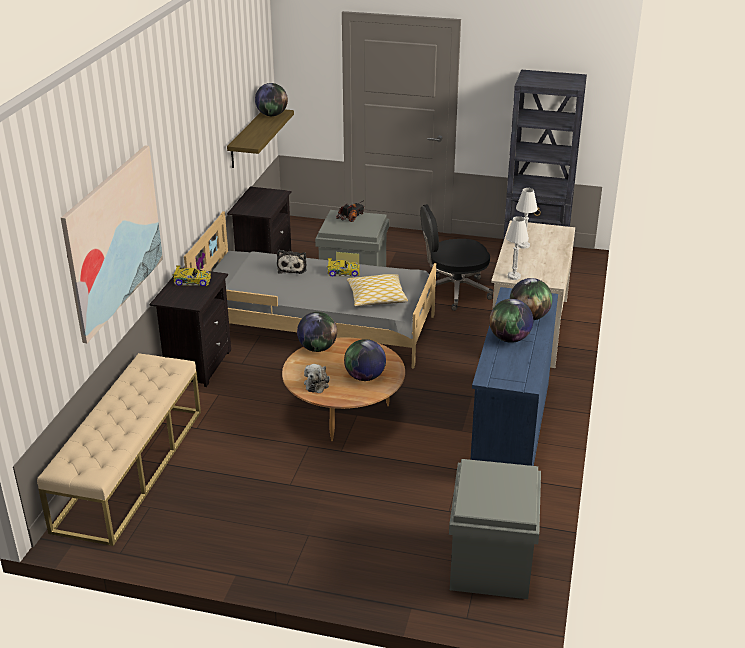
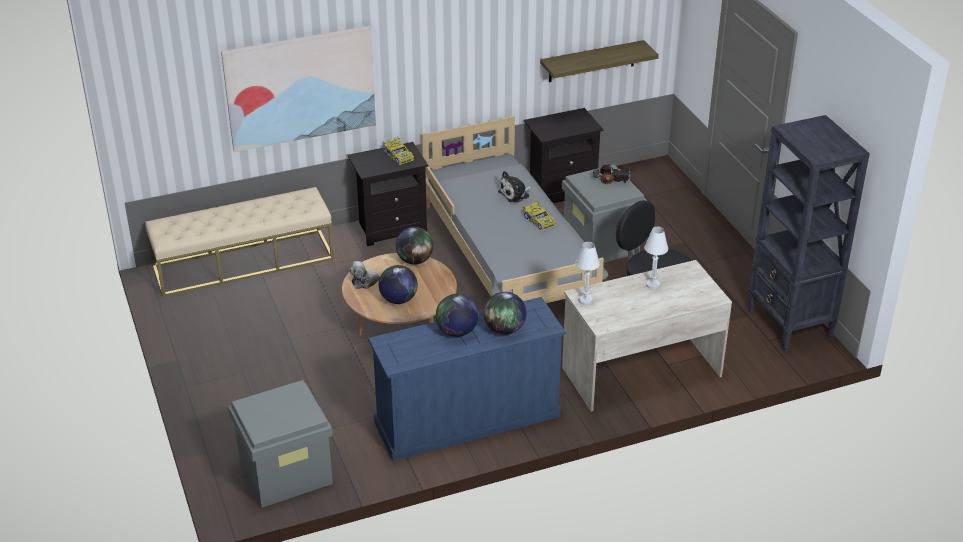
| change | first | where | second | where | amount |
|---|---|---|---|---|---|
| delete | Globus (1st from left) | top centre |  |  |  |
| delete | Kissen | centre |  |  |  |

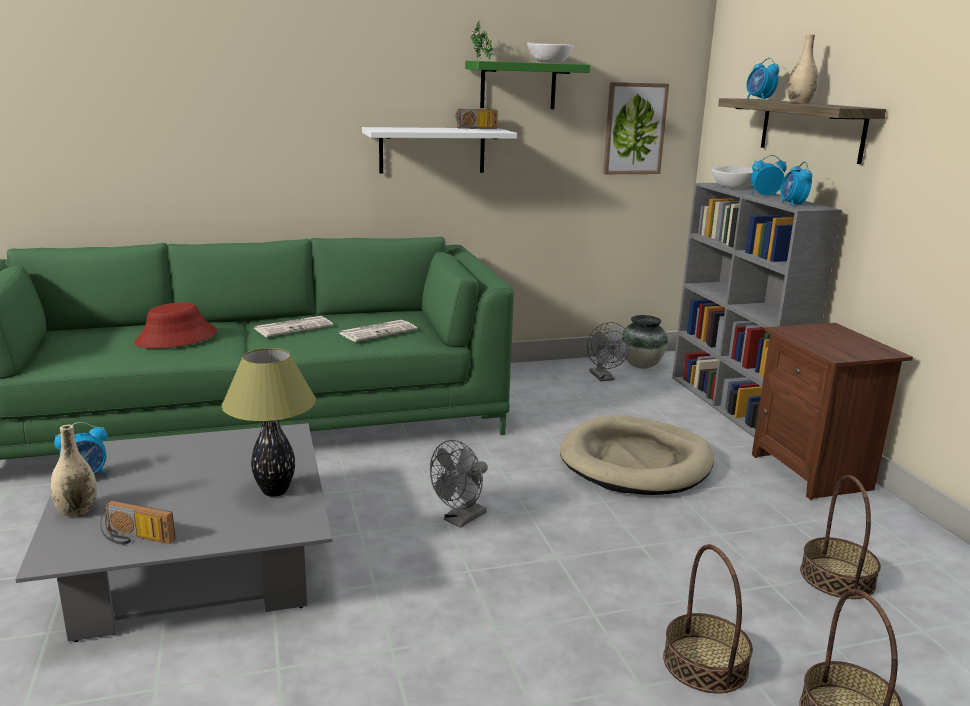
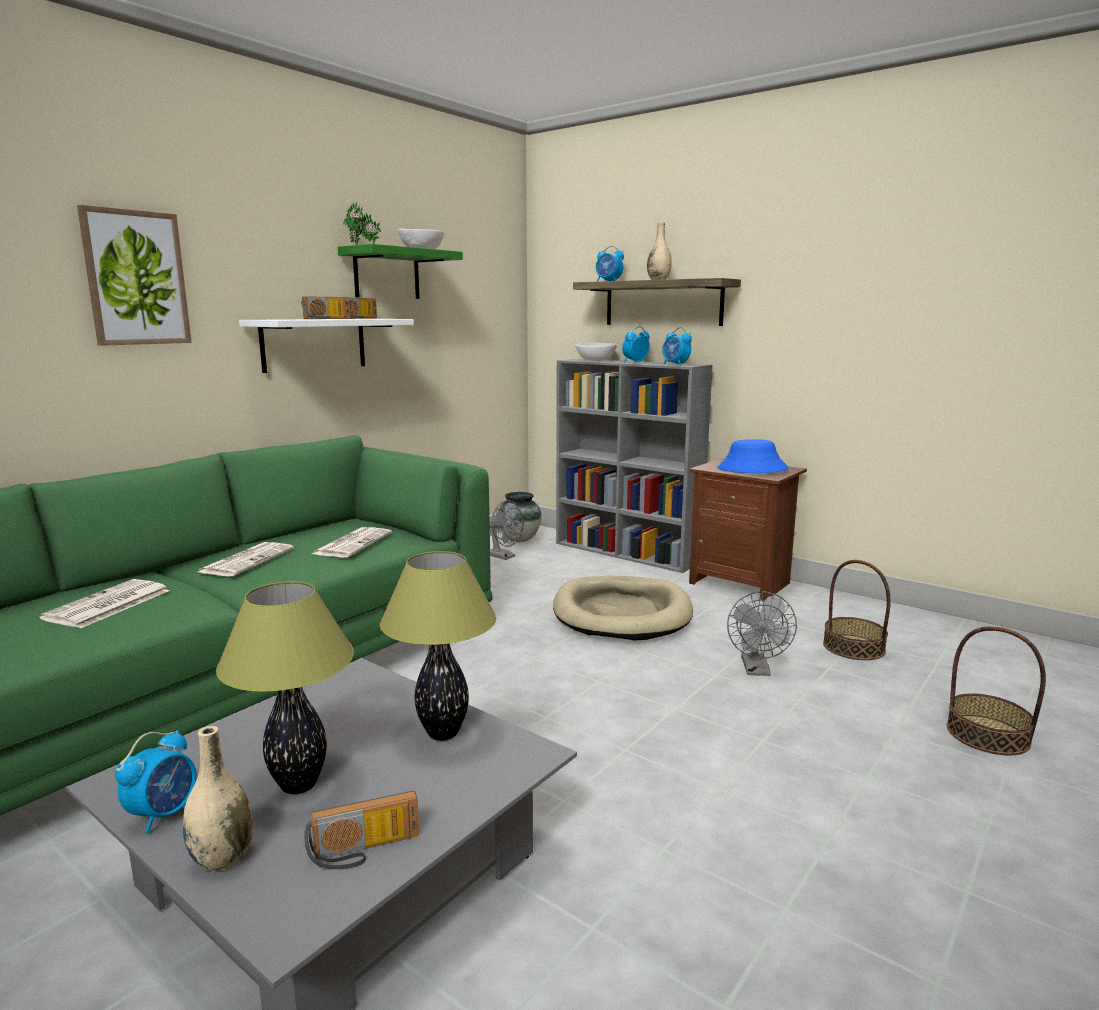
| change | first | where | second | where | amount |
|---|---|---|---|---|---|
| replace | Hut (rot) | middle left | Zeitung (1st from left) | middle left |  |
| move | Bild | top centre |  | top left |  |
| insert |  |  | Tischlampe (1st from left) | bottom left |  |
| insert |  |  | Radio (1st from left) | top left |  |
| insert |  |  | Hut (blau) | middle right |  |
| move | Ventilator (grau) (1st from left in the first image) | bottom centre | Ventilator (grau) (2nd from left) | middle right |  |
| delete | Korb (1st from left) | bottom right |  |  |  |

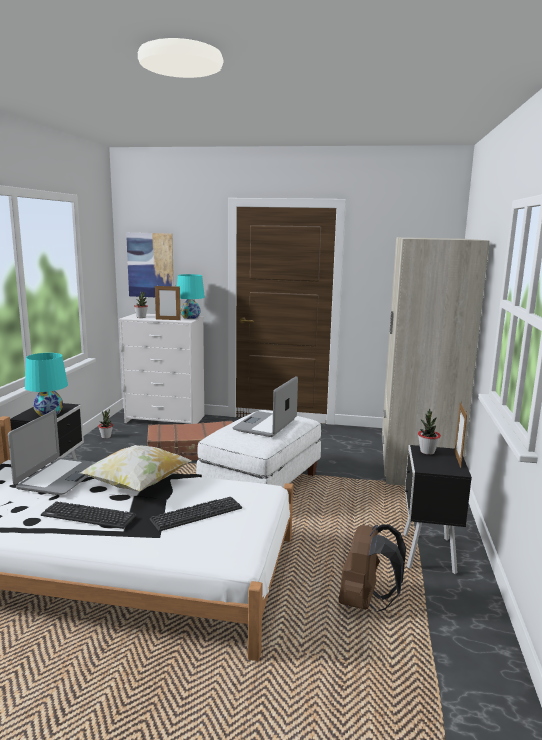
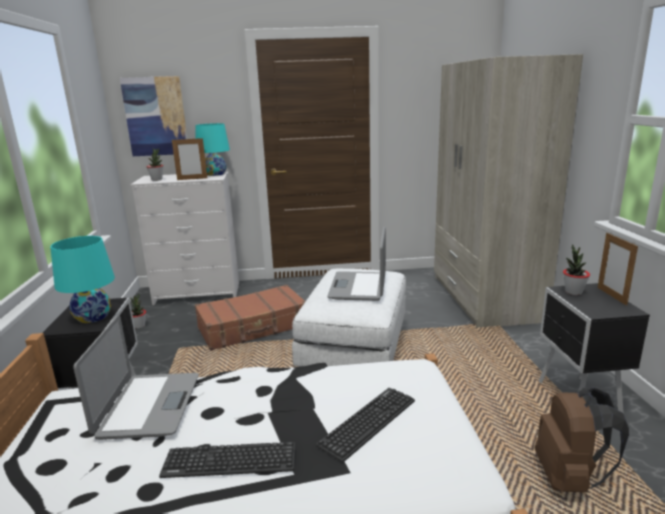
| change | first | where | second | where | amount |
|---|---|---|---|---|---|
| delete | Kissen | middle left |  |  |  |

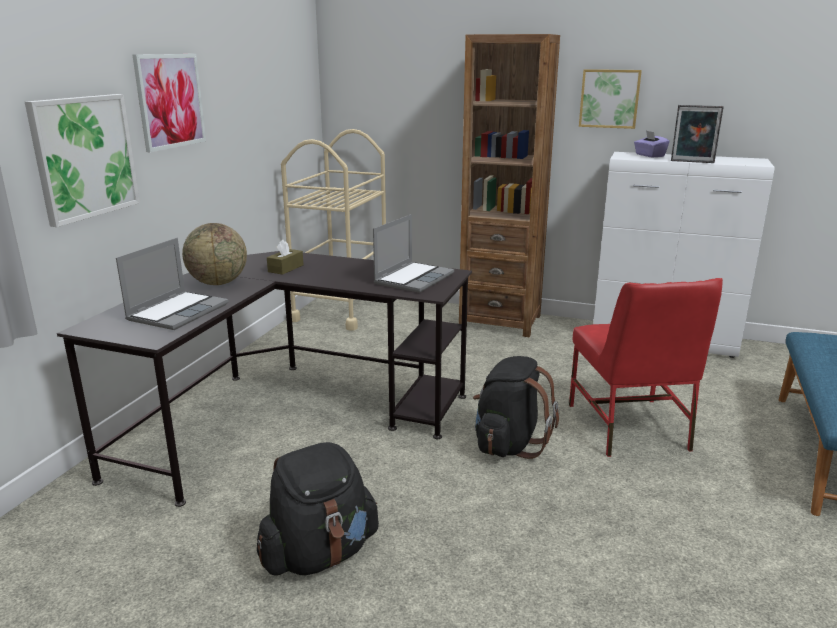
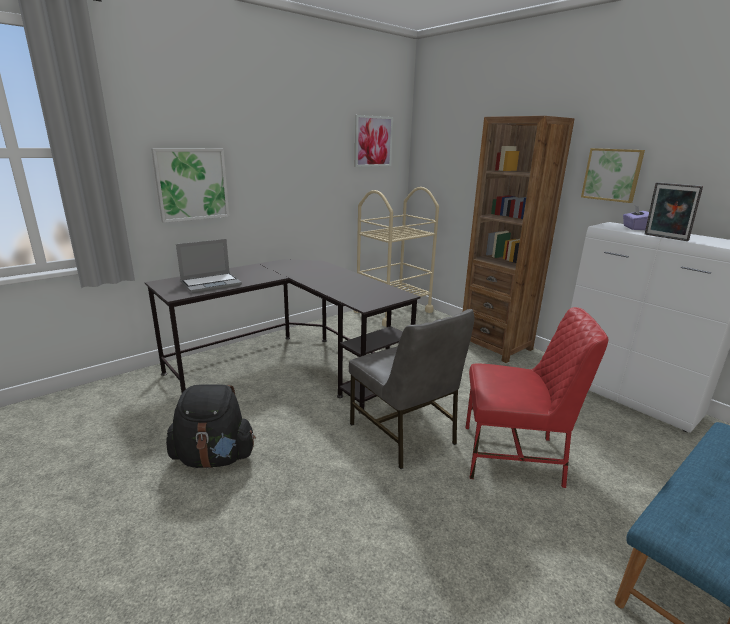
| change | first | where | second | where | amount |
|---|---|---|---|---|---|
| replace | Rucksack (schwarz) (2nd from left) | centre | Stuhl (grau) | centre |  |
| move | Bild (2nd from left) | top left |  | top centre |  |
| rotate | Stuhl (rot) | middle right |  | middle right | 105 degrees counterclockwise |
| delete | Globus | middle left |  |  |  |
| delete | Taschentuchbox (braun) | centre |  |  |  |
| delete | Laptop (2nd from left) | centre |  |  |  |

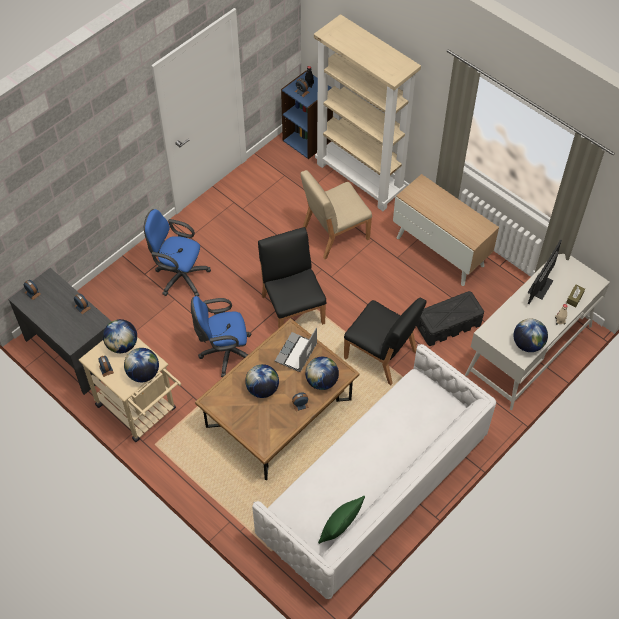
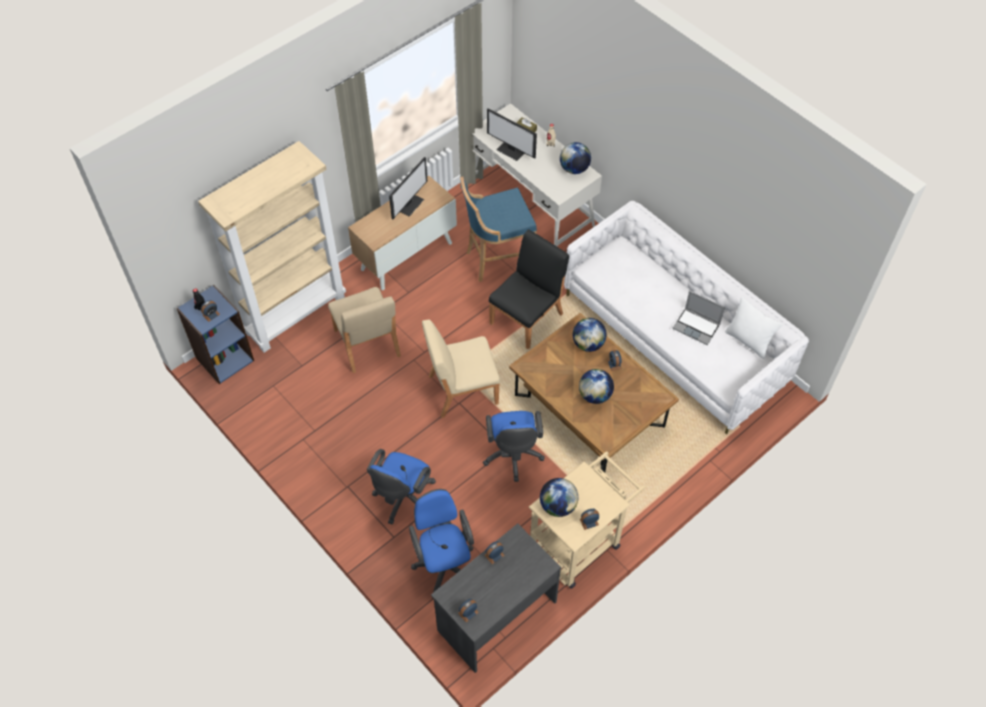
| change | first | where | second | where | amount |
|---|---|---|---|---|---|
| insert |  |  | Monitor (1st from left) | top centre |  |
| insert |  |  | Bürostuhl (blau) (2nd from left) | bottom centre |  |
| recolor | Stuhl (schwarz) (1st from left) | centre | Stuhl (beige) (2nd from left) | centre |  |
| replace | Aufbewahrungsbox (schwarz) | middle right | Hocker (blau) | top centre |  |
| move | Laptop | centre |  | middle right |  |
| recolor | Kissen (grün) | bottom centre | Kissen (weiß) | middle right |  |
| delete | Globus (2nd from left) | middle left |  |  |  |

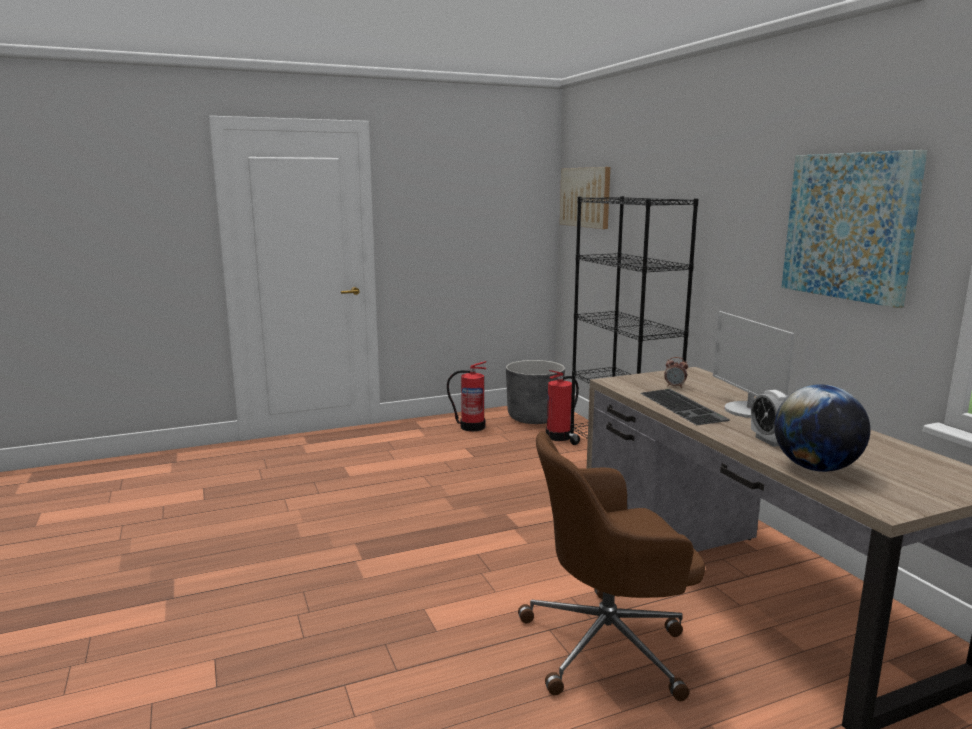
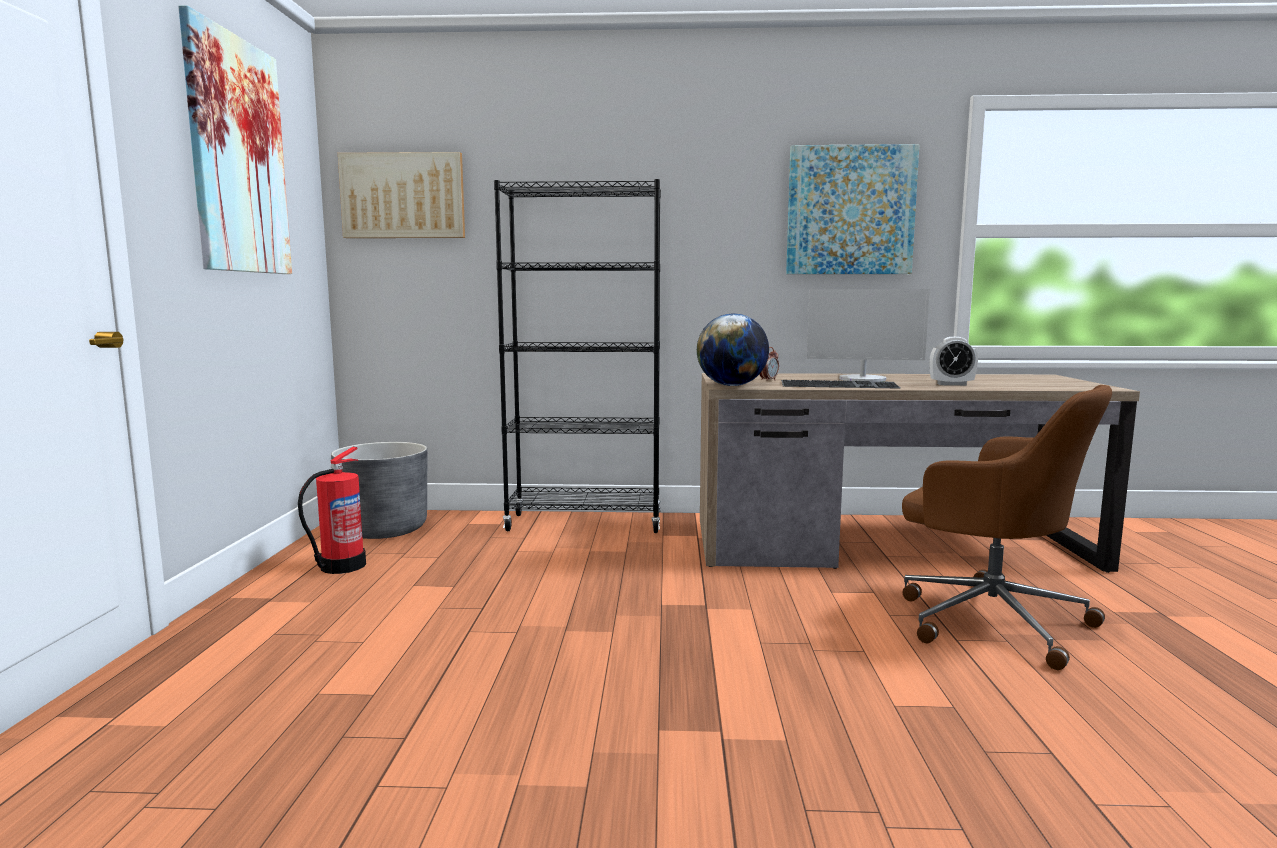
| change | first | where | second | where | amount |
|---|---|---|---|---|---|
| insert |  |  | Bild (1st from left) | top left |  |
| move | Globus | middle right |  | centre |  |
| rotate | Bürostuhl (braun) | bottom centre |  | middle right | 60 degrees counterclockwise |
| delete | Feuerlöscher (2nd from left) | centre |  |  |  |

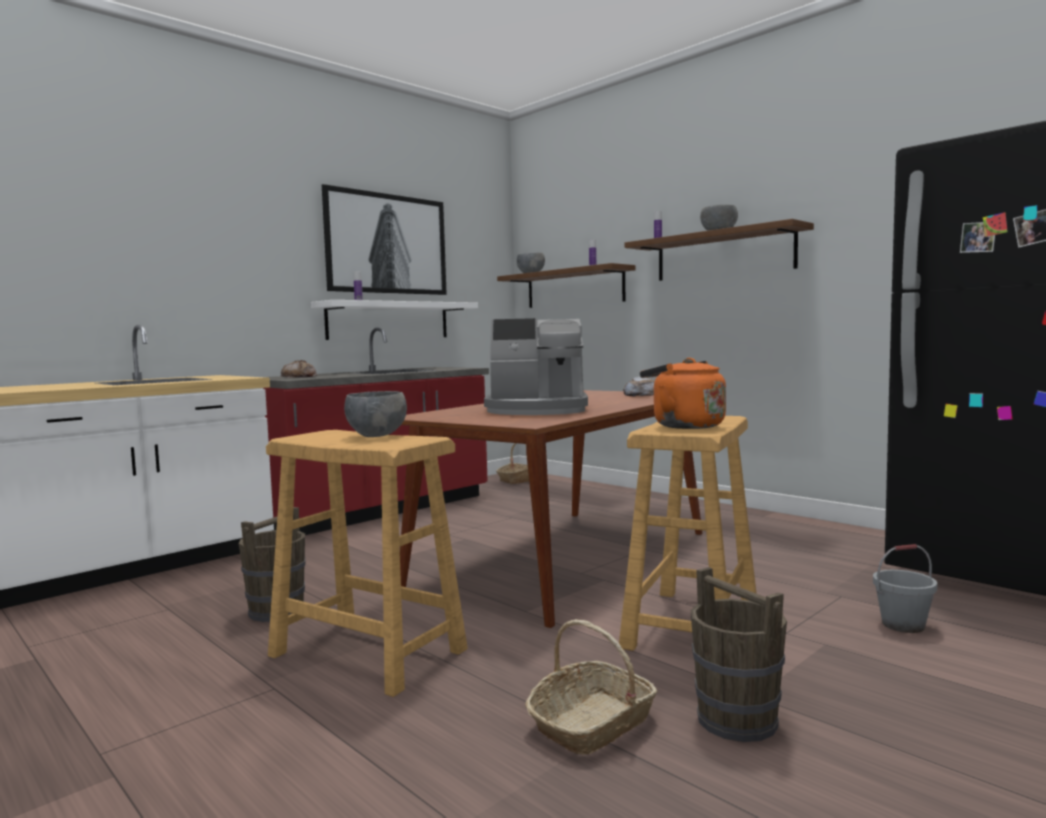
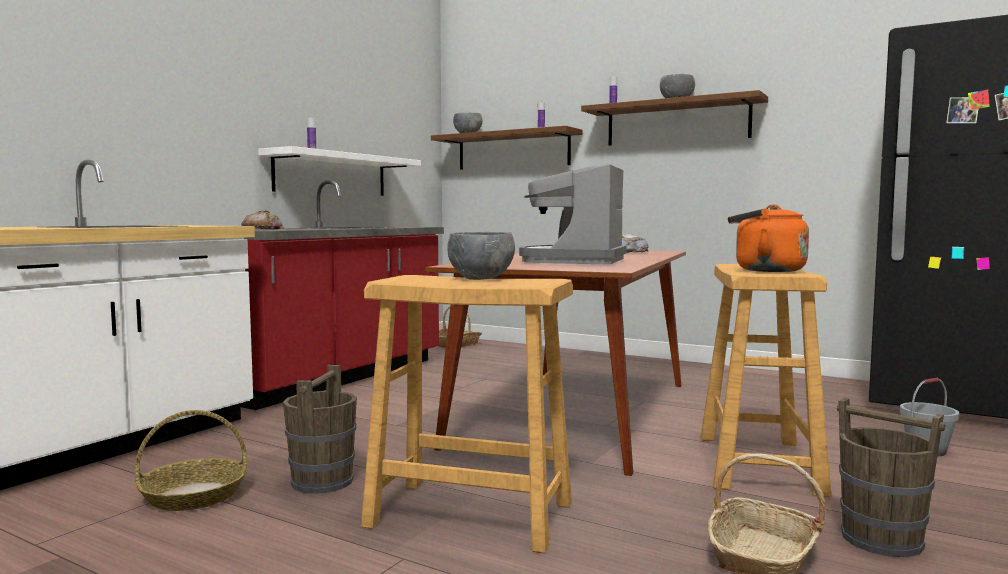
| change | first | where | second | where | amount |
|---|---|---|---|---|---|
| insert |  |  | Korb (1st from left) | bottom left |  |
| rotate | Kaffeemaschine | centre |  | centre | 120 degrees clockwise |
| delete | Bild | top centre |  |  |  |

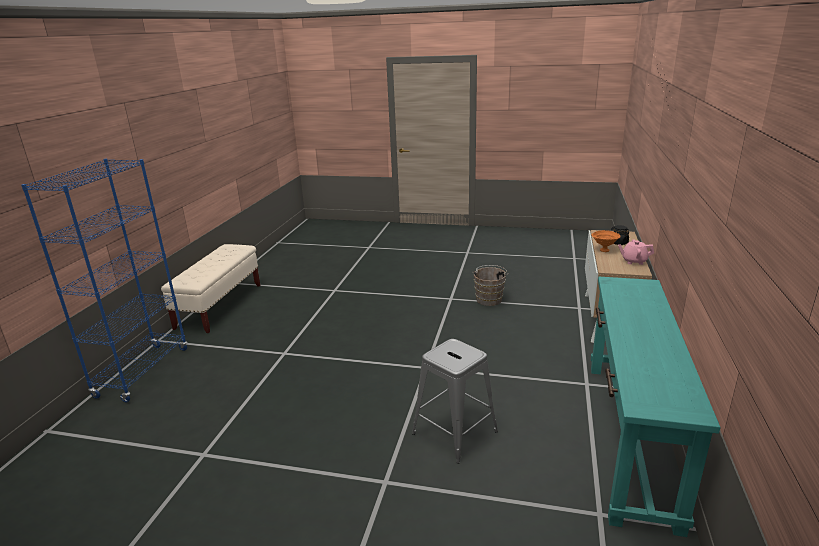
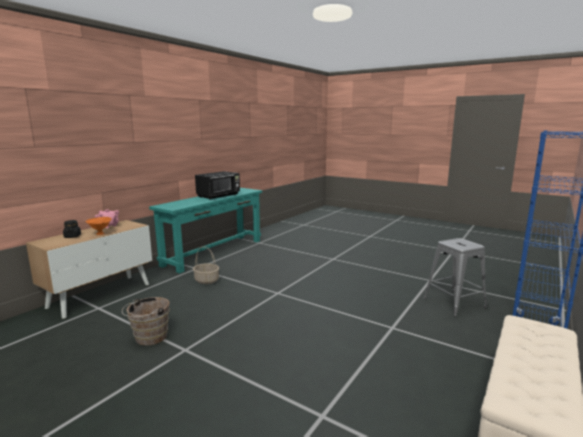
| change | first | where | second | where | amount |
|---|---|---|---|---|---|
| insert |  |  | Korb | centre |  |
| insert |  |  | Mikrowelle (schwarz) | centre |  |
| move | Hocker (grau) | bottom centre |  | middle right |  |

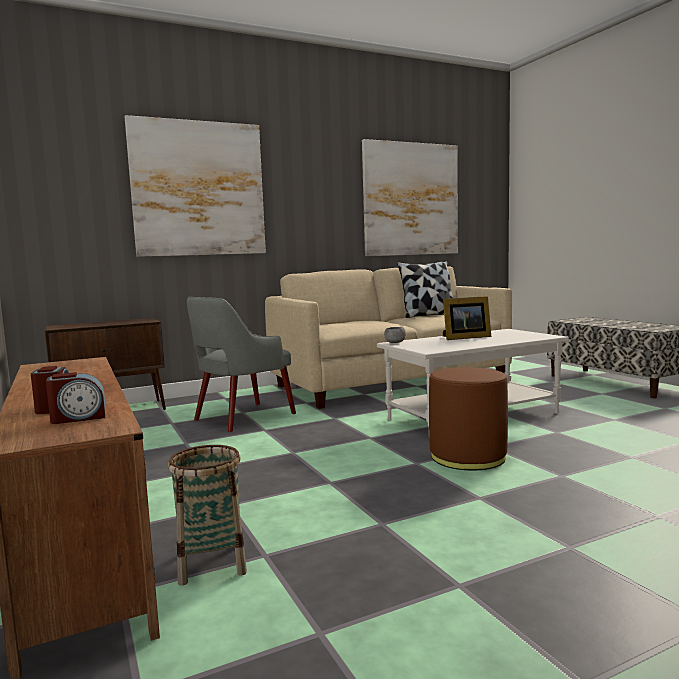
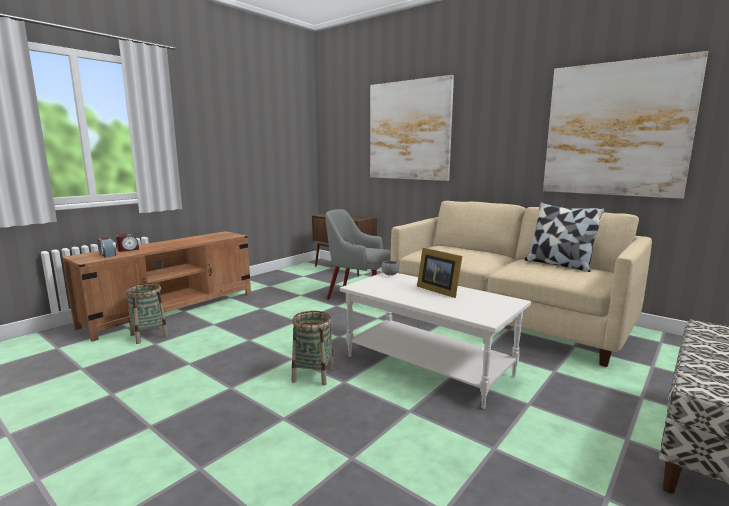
| change | first | where | second | where | amount |
|---|---|---|---|---|---|
| replace | Polsterhocker (braun) | middle right | Korb (2nd from left) | bottom centre |  |

